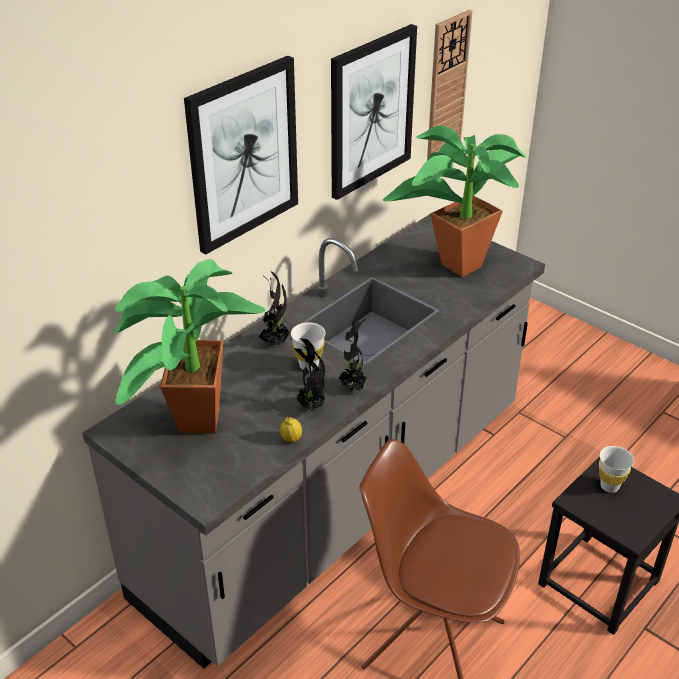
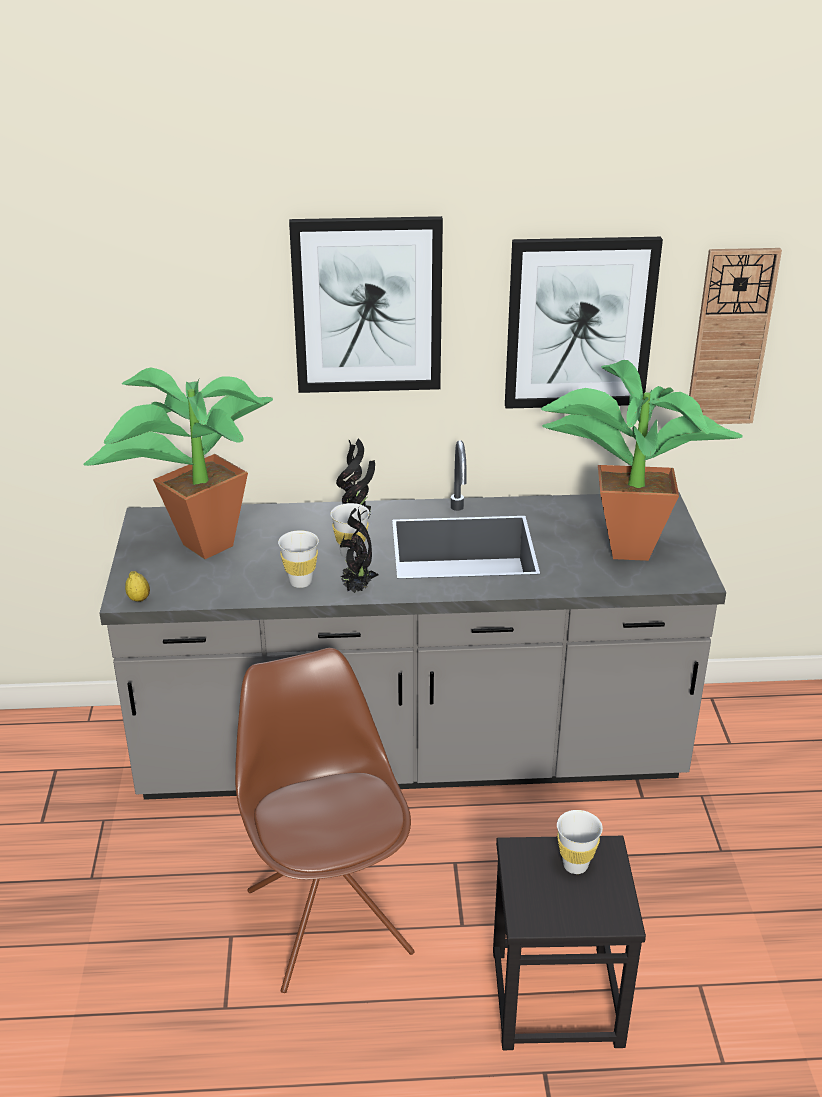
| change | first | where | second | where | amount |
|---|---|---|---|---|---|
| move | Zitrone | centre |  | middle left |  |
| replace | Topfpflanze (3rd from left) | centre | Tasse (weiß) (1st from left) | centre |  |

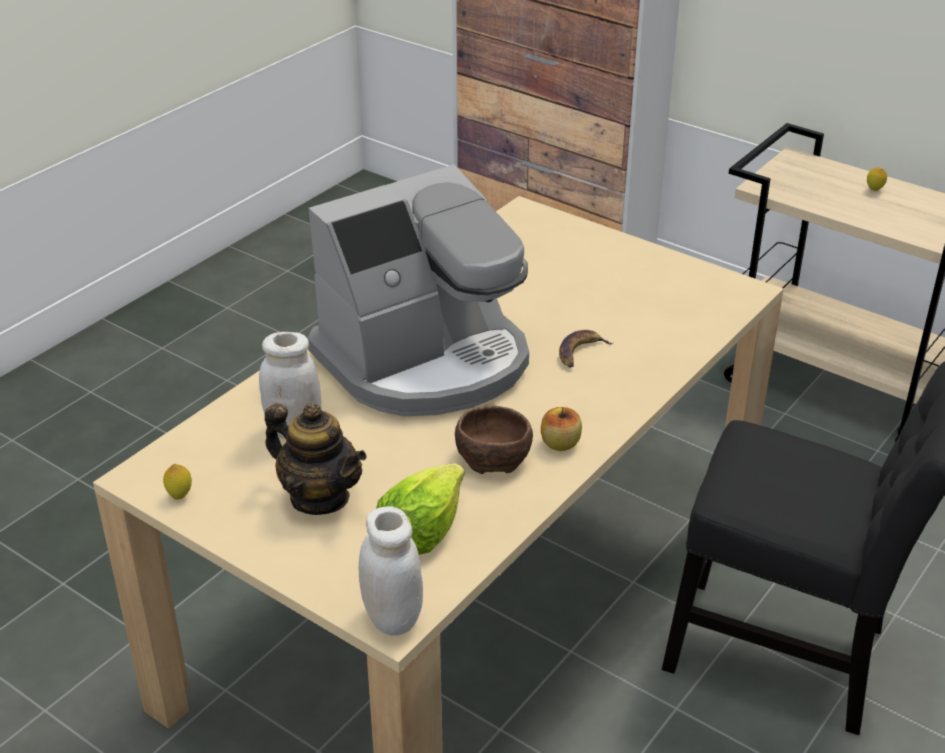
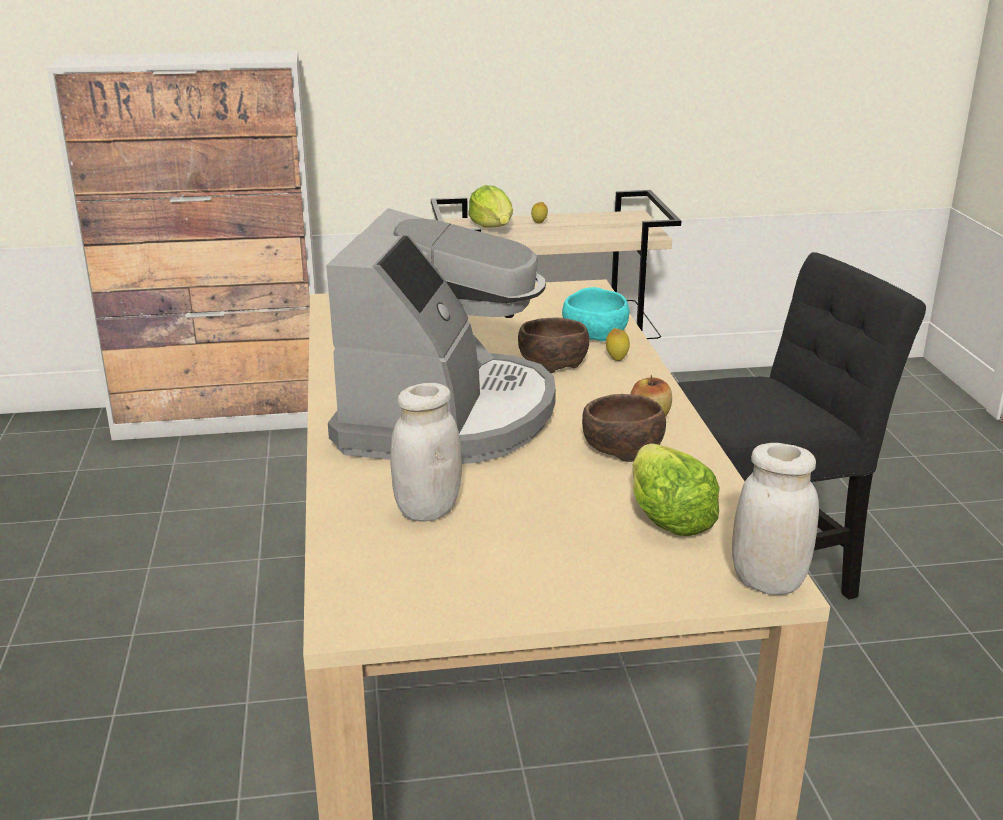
| change | first | where | second | where | amount |
|---|---|---|---|---|---|
| insert |  |  | Salatkopf (1st from left) | top centre |  |
| replace | Banane | centre | Schüssel (braun) (1st from left) | centre |  |
| insert |  |  | Schüssel (türkis) | centre |  |
| move | Zitrone (1st from left in the first image) | middle left | Zitrone (2nd from left) | centre |  |
| delete | Teekanne | centre |  |  |  |

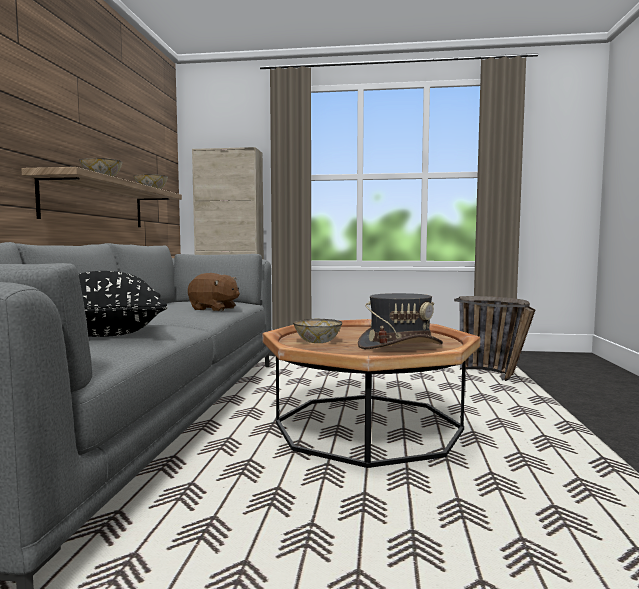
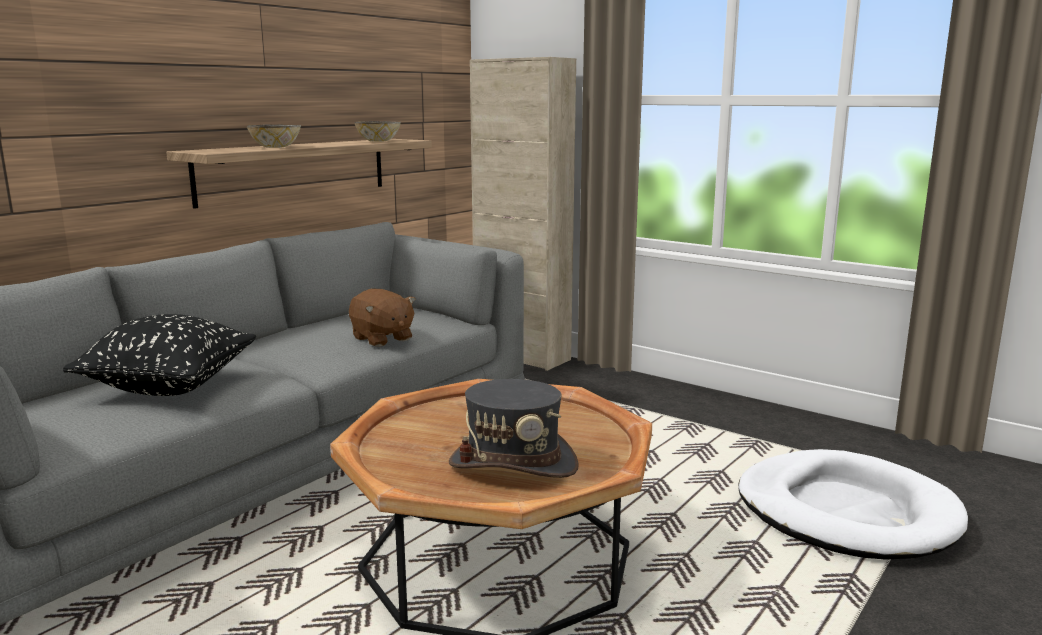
| change | first | where | second | where | amount |
|---|---|---|---|---|---|
| replace | Korb | middle right | Hundebett (weiß) | bottom right |  |
| delete | Schüssel (3rd from left) | centre |  |  |  |

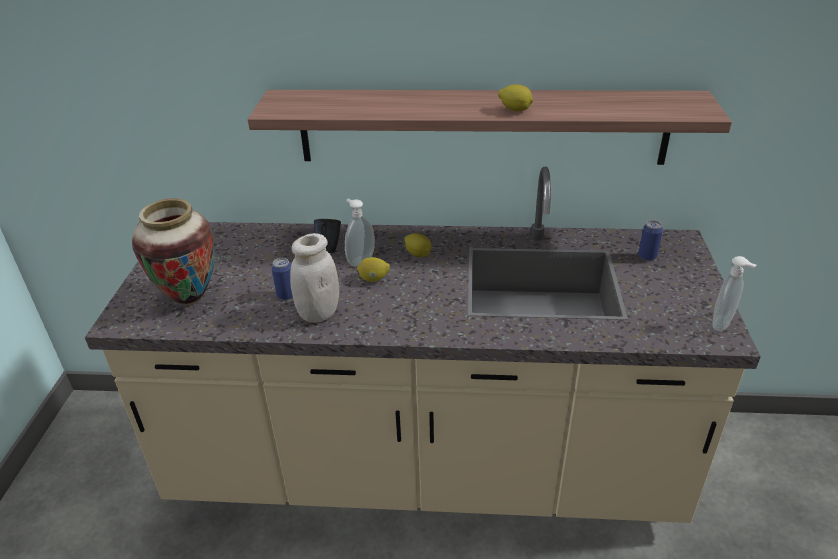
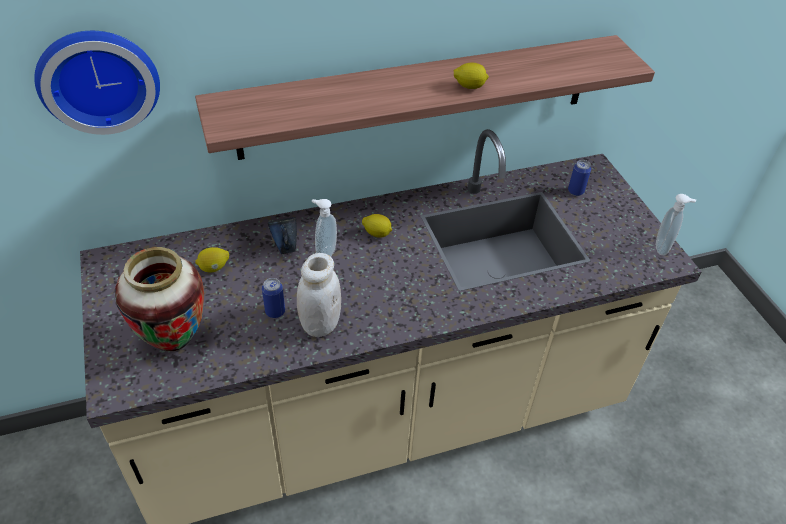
| change | first | where | second | where | amount |
|---|---|---|---|---|---|
| insert |  |  | Wanduhr | top left |  |
| move | Zitrone (1st from left) | centre |  | middle left |  |

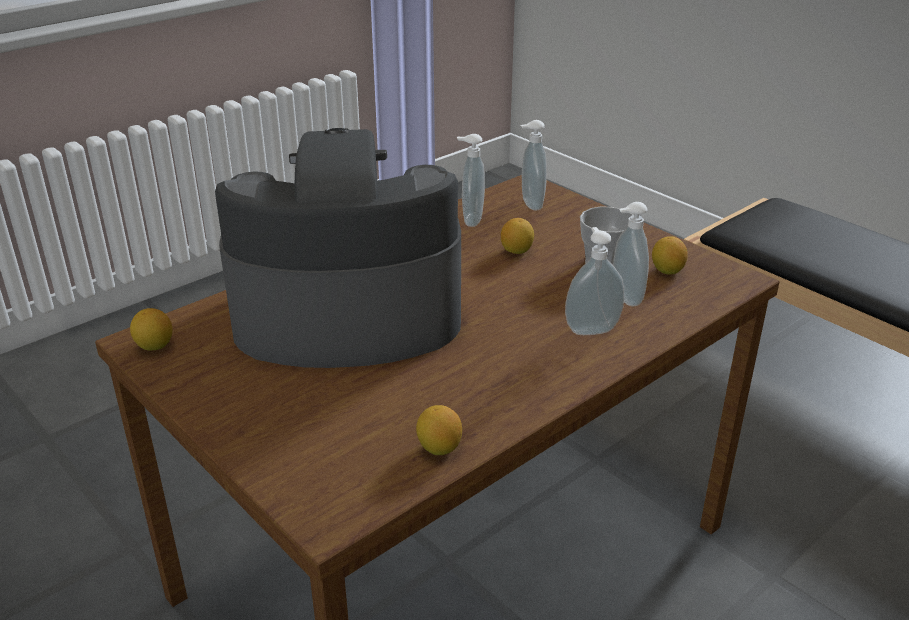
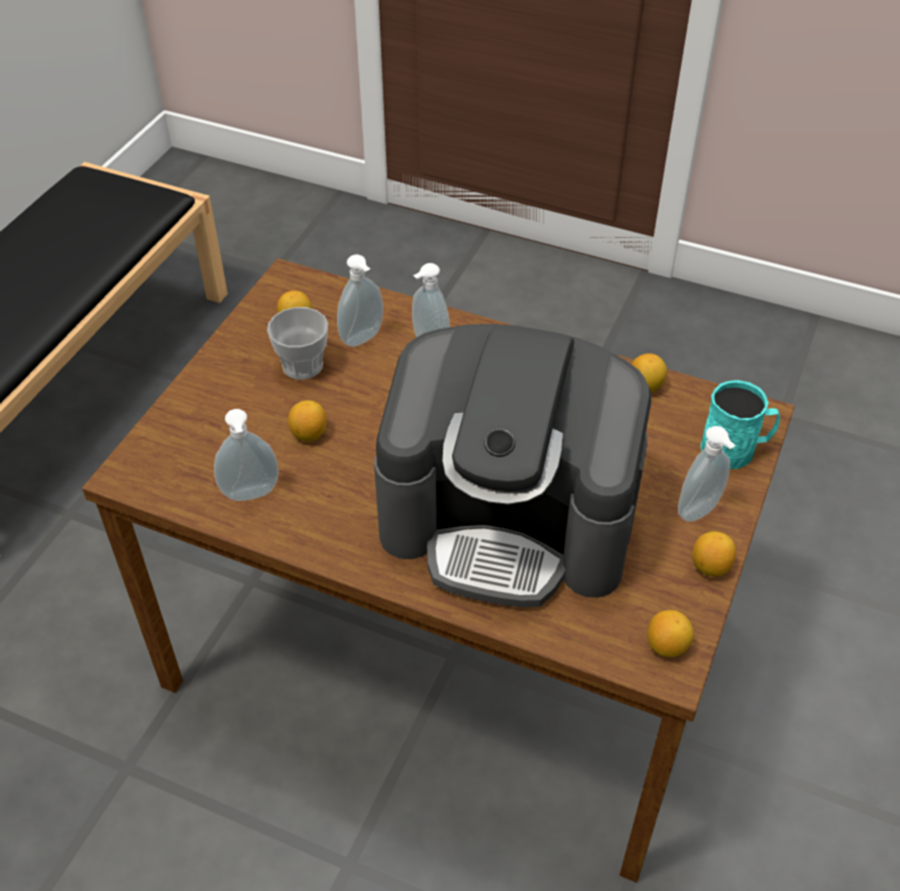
| change | first | where | second | where | amount |
|---|---|---|---|---|---|
| rotate | Kaffeemaschine | centre |  | centre | 45 degrees counterclockwise |
| move | Seifenspender (2nd from left in the first image) | top centre | Seifenspender (4th from left) | middle right |  |
| insert |  |  | Zitrone (5th from left) | middle right |  |
| insert |  |  | Henkelbecher (türkis) | middle right |  |

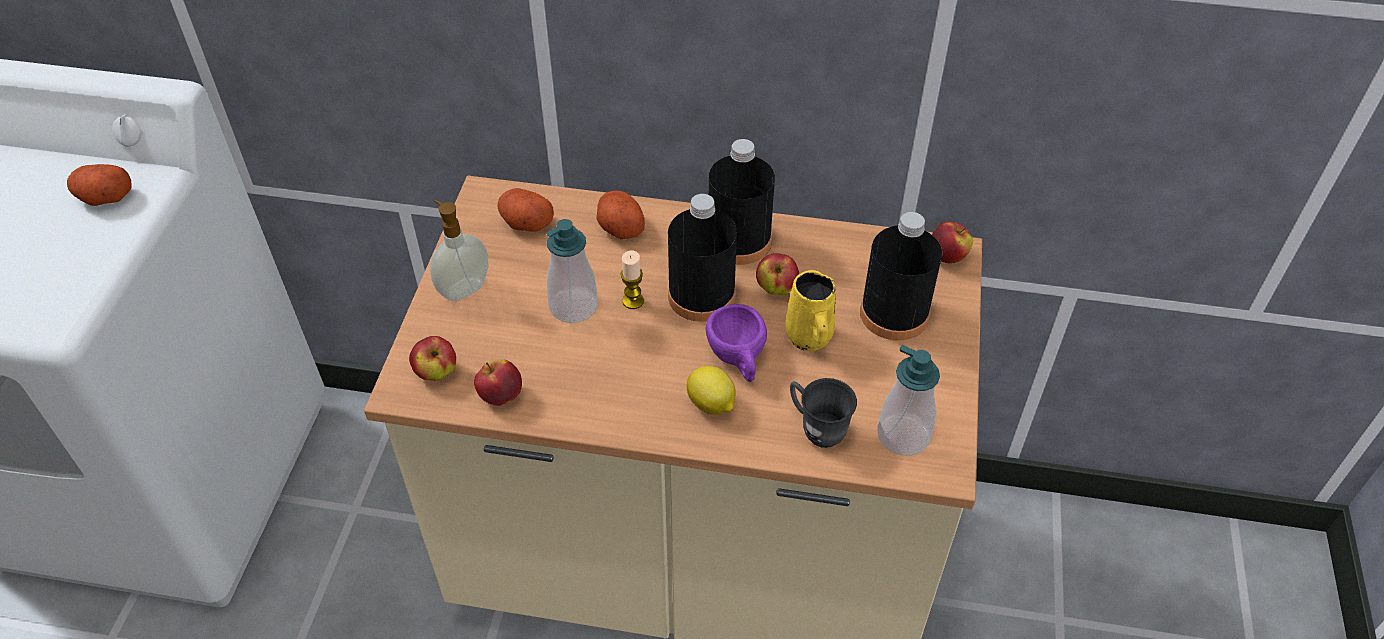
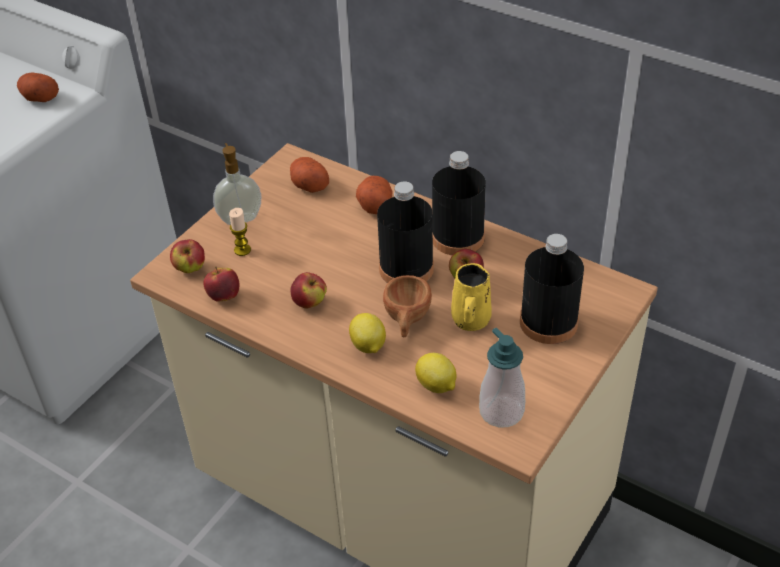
| change | first | where | second | where | amount |
|---|---|---|---|---|---|
| move | Kerze | centre |  | middle left |  |
| move | Apfel (4th from left in the first image) | middle right | Apfel (3rd from left) | centre |  |
| recolor | Tasse (lila) | centre | Tasse (braun) | centre |  |
| replace | Henkelbecher (grau) | centre | Zitrone (2nd from left) | centre |  |
| delete | Seifenspender (2nd from left) | centre |  |  |  |

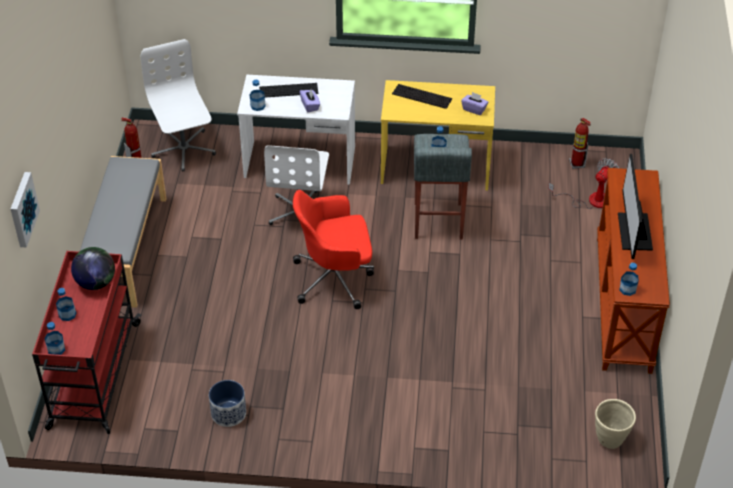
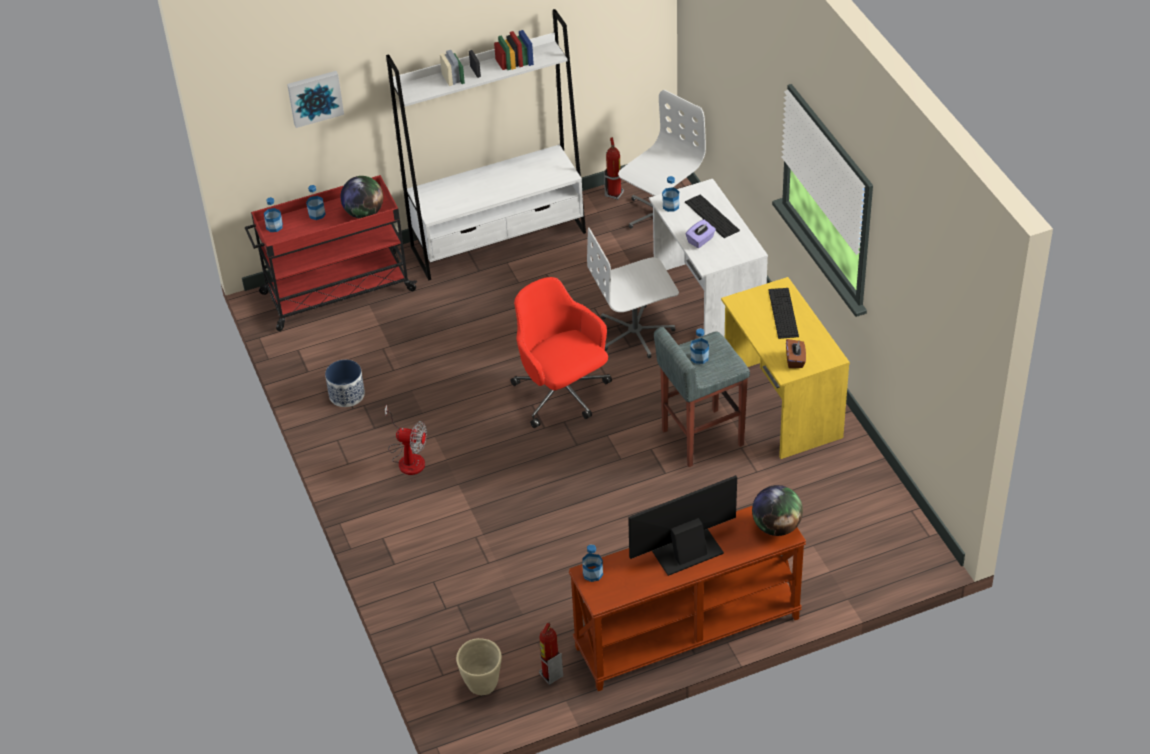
| change | first | where | second | where | amount |
|---|---|---|---|---|---|
| move | Ventilator | middle right |  | centre |  |
| replace | Bank (grau) | middle left | Bücherregal (weiß) | top centre |  |
| move | Feuerlöscher (2nd from left in the first image) | top right | Feuerlöscher (1st from left) | bottom centre |  |
| insert |  |  | Globus (2nd from left) | bottom right |  |
| recolor | Taschentuchbox (lila) (2nd from left) | top centre | Taschentuchbox (braun) | middle right |  |

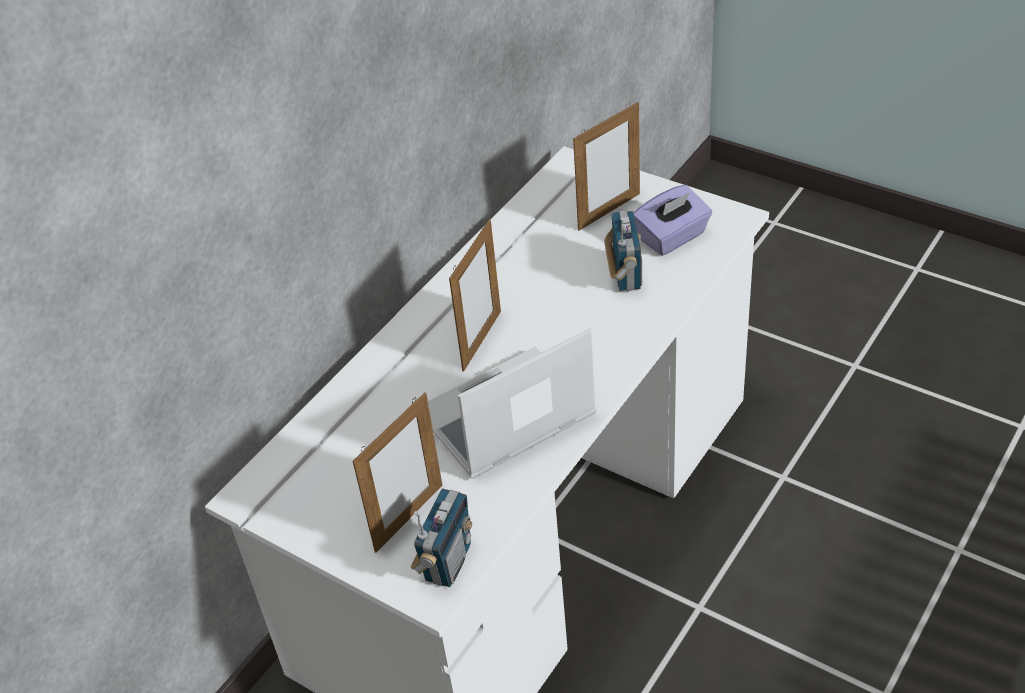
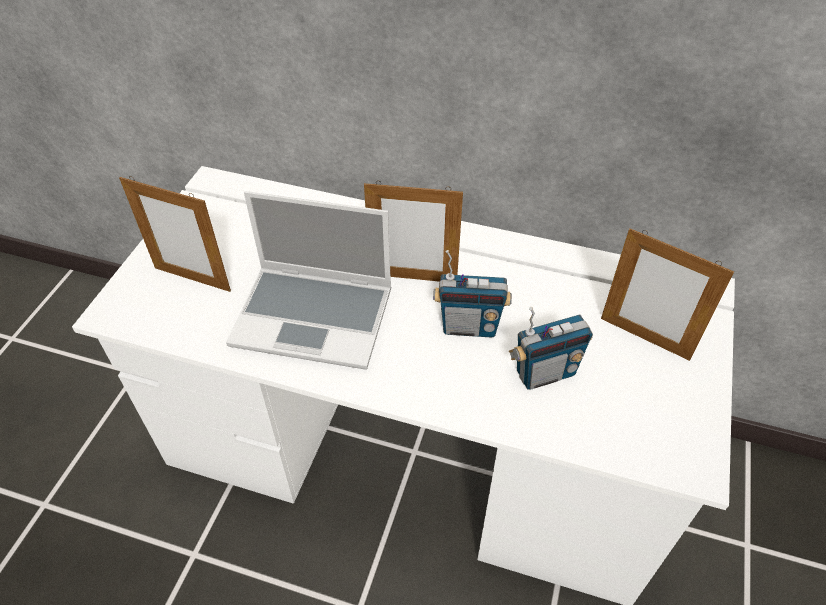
| change | first | where | second | where | amount |
|---|---|---|---|---|---|
| rotate | Laptop | centre |  | centre | 150 degrees clockwise |
| move | Radio (1st from left) | bottom centre |  | centre |  |
| delete | Taschentuchbox (lila) | top centre |  |  |  |

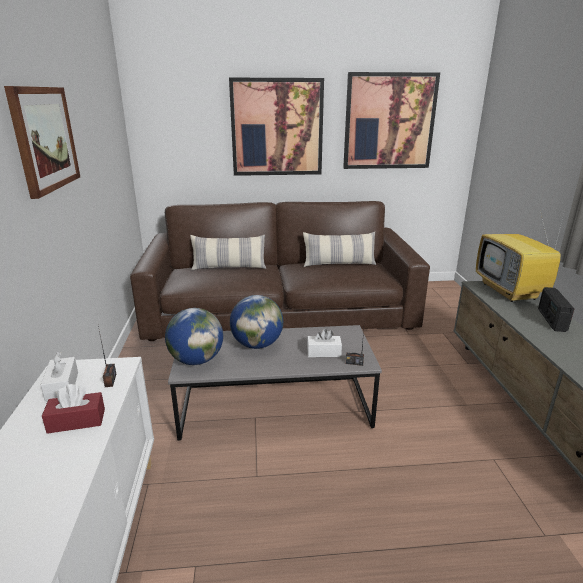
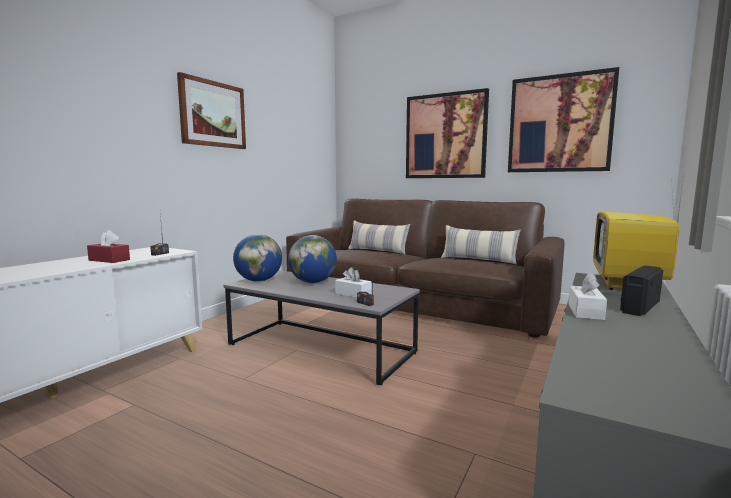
| change | first | where | second | where | amount |
|---|---|---|---|---|---|
| move | Taschentuchbox (weiß) (1st from left in the first image) | middle left | Taschentuchbox (weiß) (2nd from left) | middle right |  |

